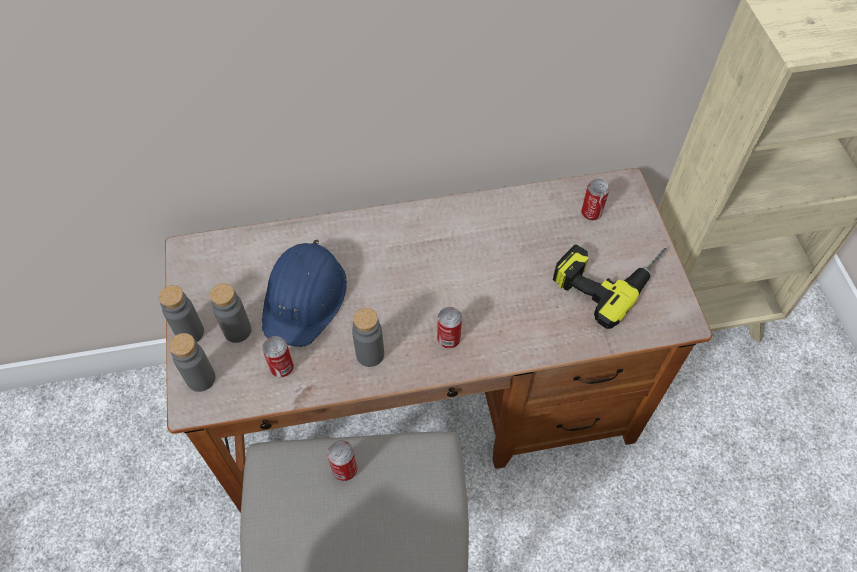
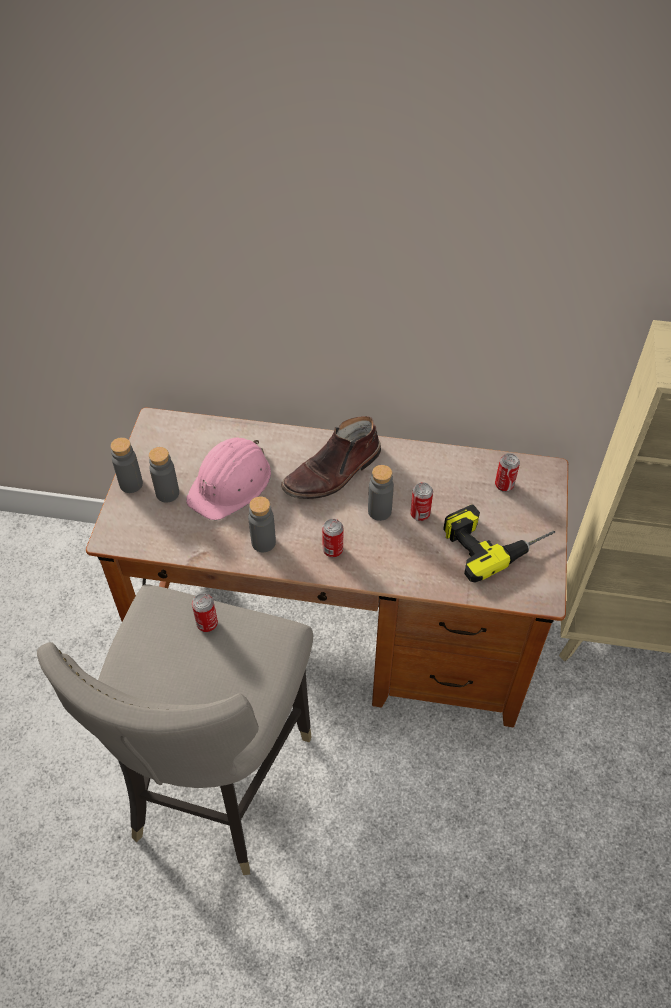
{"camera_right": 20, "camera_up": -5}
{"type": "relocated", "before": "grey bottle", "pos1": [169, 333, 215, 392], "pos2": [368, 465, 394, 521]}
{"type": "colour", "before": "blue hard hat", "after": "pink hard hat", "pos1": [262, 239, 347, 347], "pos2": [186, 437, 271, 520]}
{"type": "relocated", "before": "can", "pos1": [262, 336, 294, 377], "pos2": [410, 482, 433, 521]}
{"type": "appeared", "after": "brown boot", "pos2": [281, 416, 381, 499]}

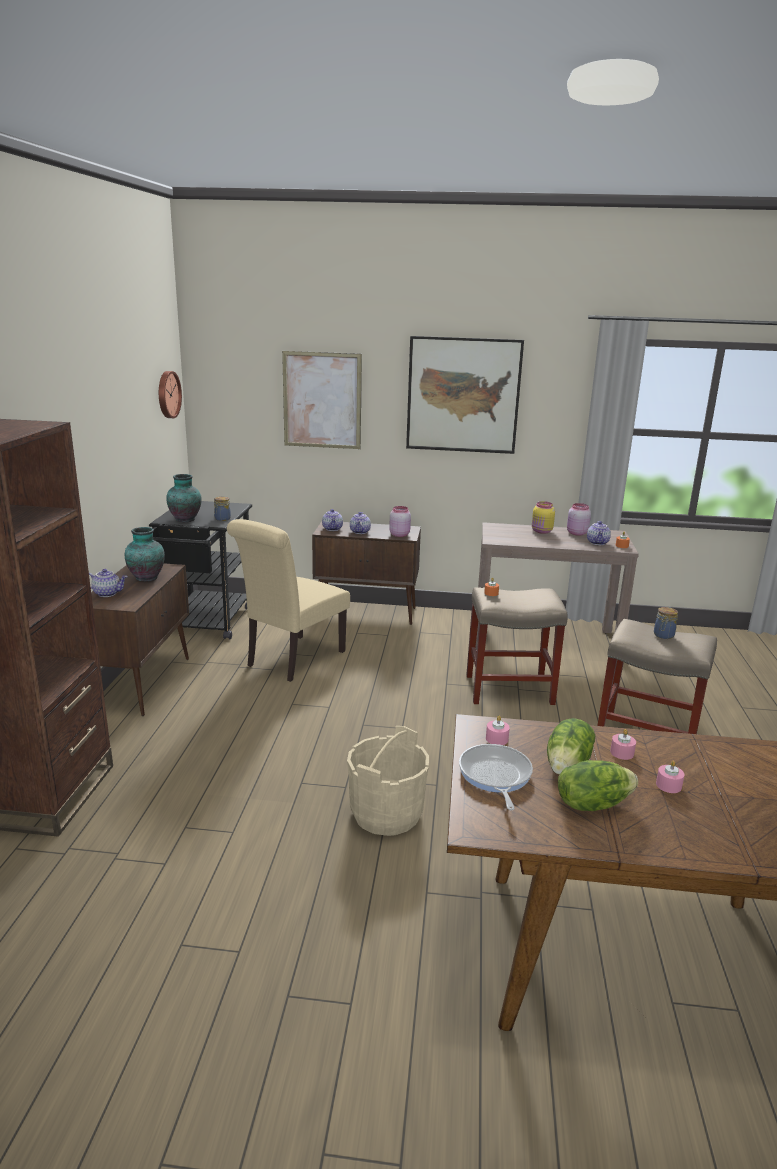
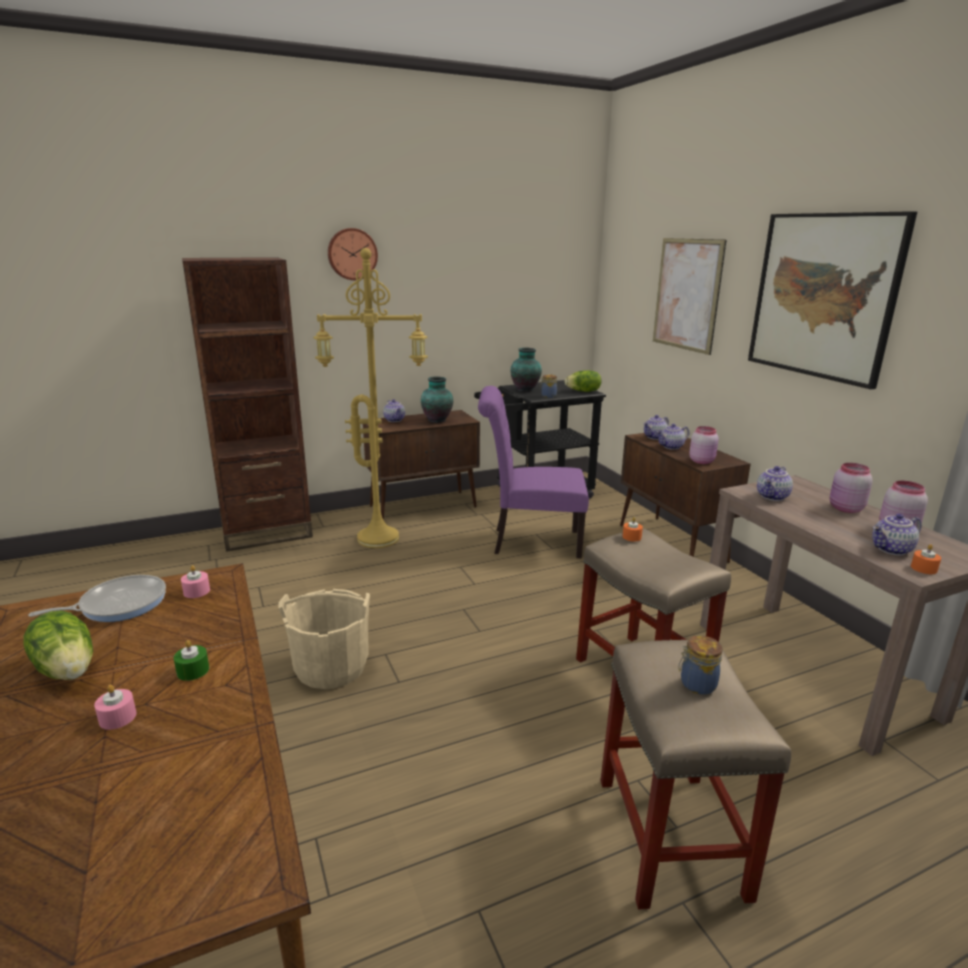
{"camera_right": 60, "camera_up": 0}
{"type": "relocated", "before": "wall clock", "pos1": [159, 371, 182, 418], "pos2": [328, 228, 378, 280]}
{"type": "colour", "before": "beige chair", "after": "purple chair", "pos1": [227, 519, 350, 682], "pos2": [478, 386, 589, 558]}
{"type": "colour", "before": "yellow jar", "after": "pink jar", "pos1": [532, 501, 555, 534], "pos2": [830, 463, 873, 513]}
{"type": "relocated", "before": "lettuce", "pos1": [547, 718, 595, 775], "pos2": [565, 370, 601, 392]}
{"type": "colour", "before": "pink candle", "after": "green candle", "pos1": [610, 729, 636, 760], "pos2": [174, 640, 209, 681]}
{"type": "appeared", "after": "yellow floor lamp", "pos2": [313, 248, 428, 548]}
{"type": "appeared", "after": "teapot", "pos2": [757, 466, 793, 501]}

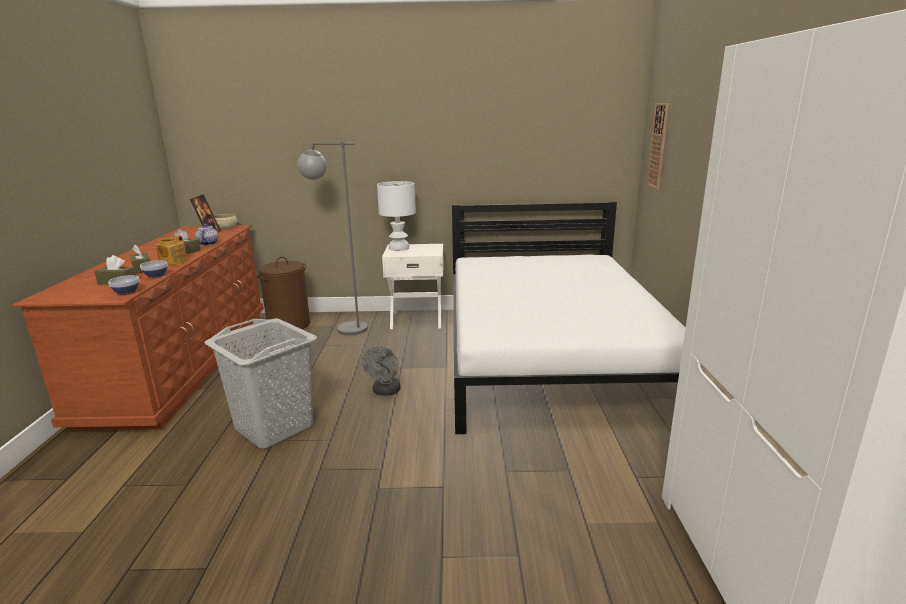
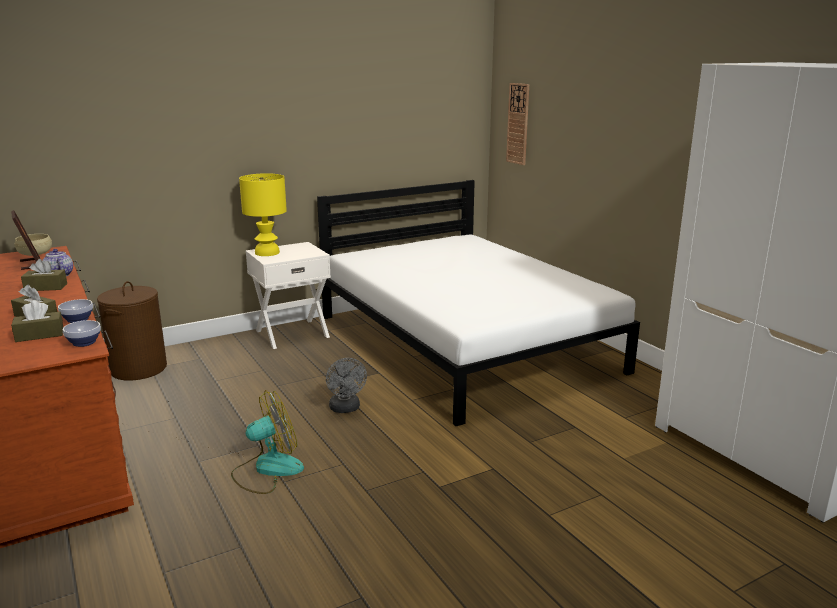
{"camera_right": -30, "camera_up": 0}
{"type": "missing", "before": "teapot", "pos1": [156, 236, 187, 265]}
{"type": "exchanged", "before": "grey laundry basket", "after": "fan", "pos1": [205, 318, 317, 449], "pos2": [231, 390, 304, 494]}
{"type": "missing", "before": "grey floor lamp", "pos1": [298, 141, 368, 335]}
{"type": "colour", "before": "white table lamp", "after": "yellow table lamp", "pos1": [377, 181, 416, 251], "pos2": [239, 173, 287, 256]}

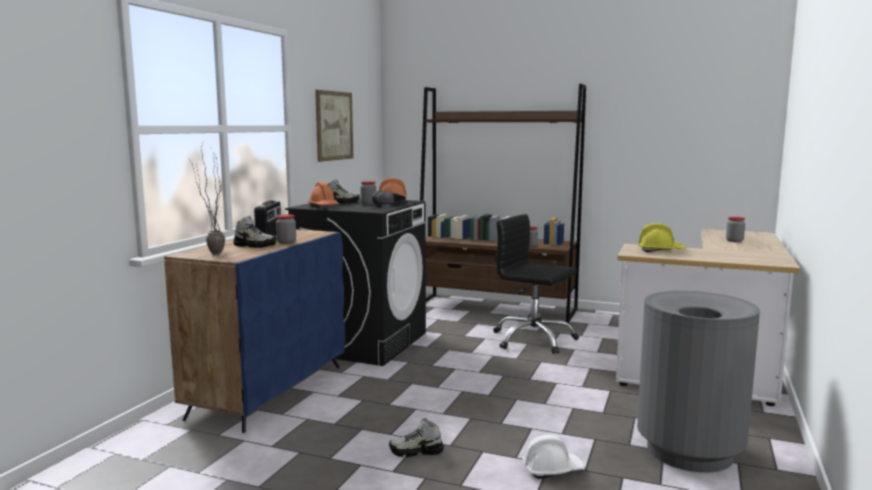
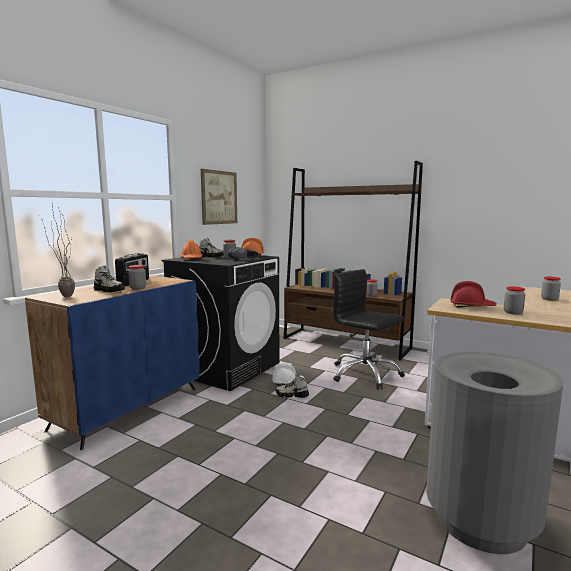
{"camera_right": 10, "camera_up": 0}
{"type": "relocated", "before": "shoe", "pos1": [389, 418, 444, 457], "pos2": [275, 375, 309, 398]}
{"type": "relocated", "before": "white hard hat", "pos1": [523, 435, 585, 479], "pos2": [272, 363, 305, 386]}
{"type": "colour", "before": "yellow hard hat", "after": "red hard hat", "pos1": [638, 223, 686, 252], "pos2": [450, 281, 497, 308]}
{"type": "appeared", "after": "jar", "pos2": [504, 286, 525, 315]}

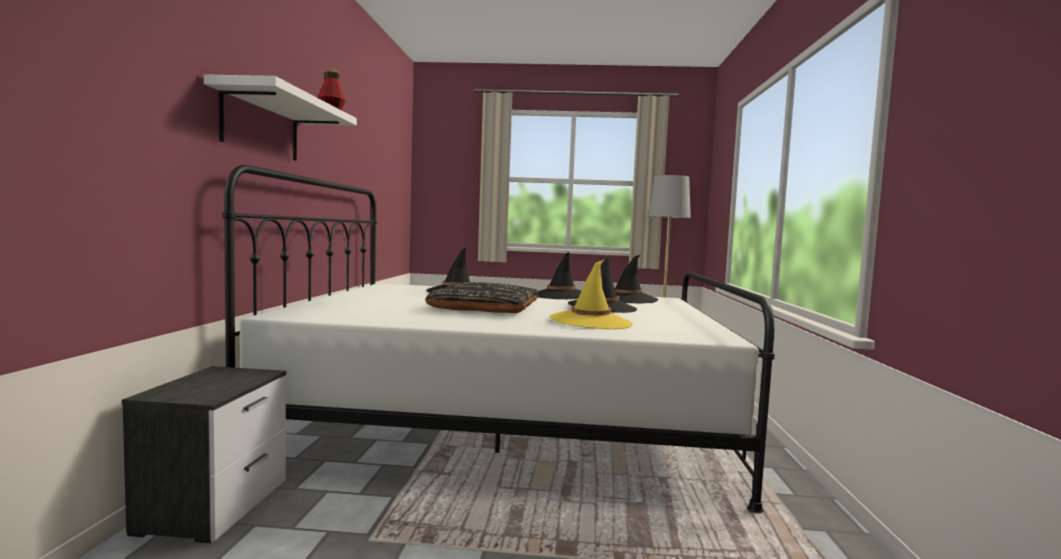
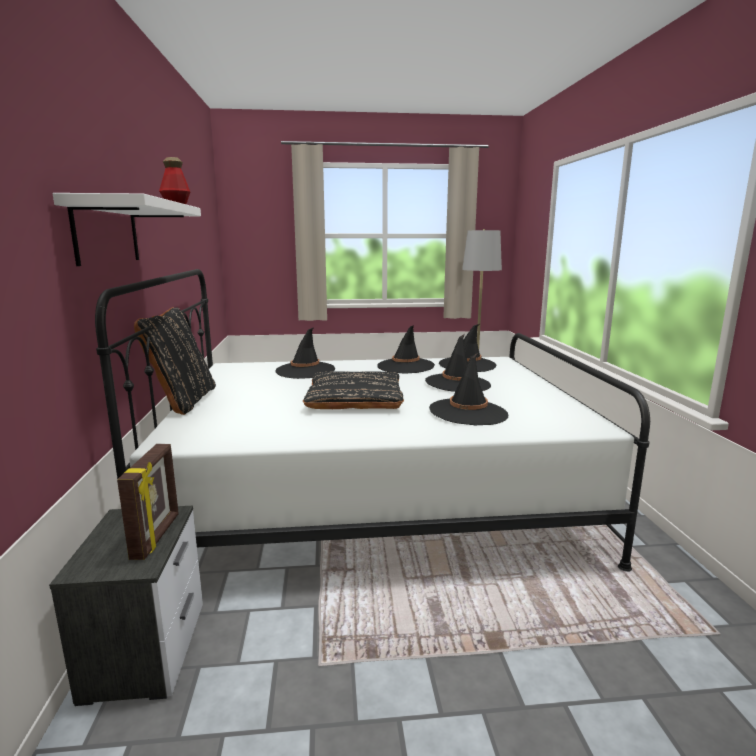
{"camera_right": -10, "camera_up": 10}
{"type": "colour", "before": "yellow hat", "after": "black hat", "pos1": [550, 260, 633, 329], "pos2": [429, 353, 508, 425]}
{"type": "appeared", "after": "picture frame", "pos2": [117, 444, 179, 560]}
{"type": "appeared", "after": "black pillow", "pos2": [134, 307, 216, 415]}

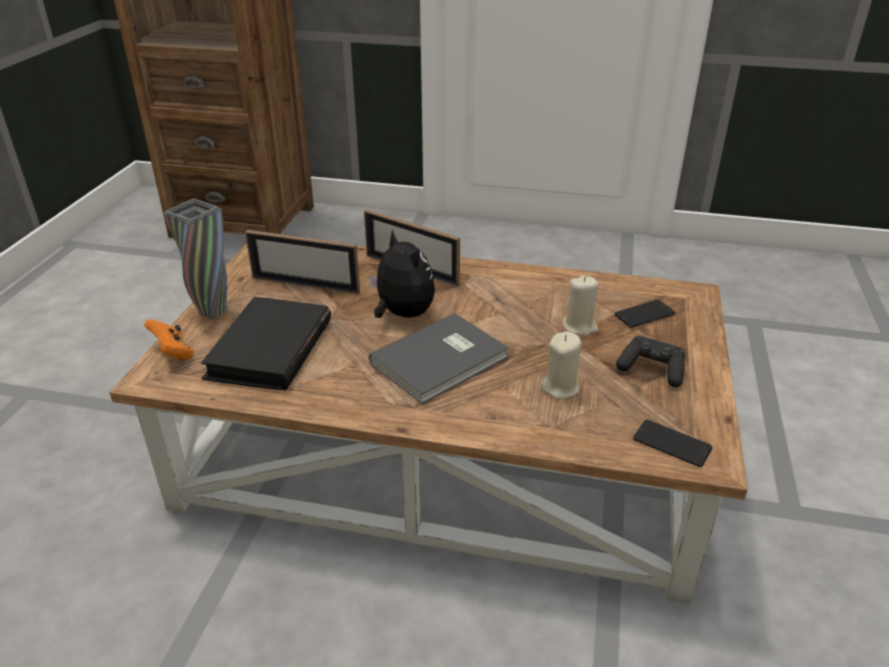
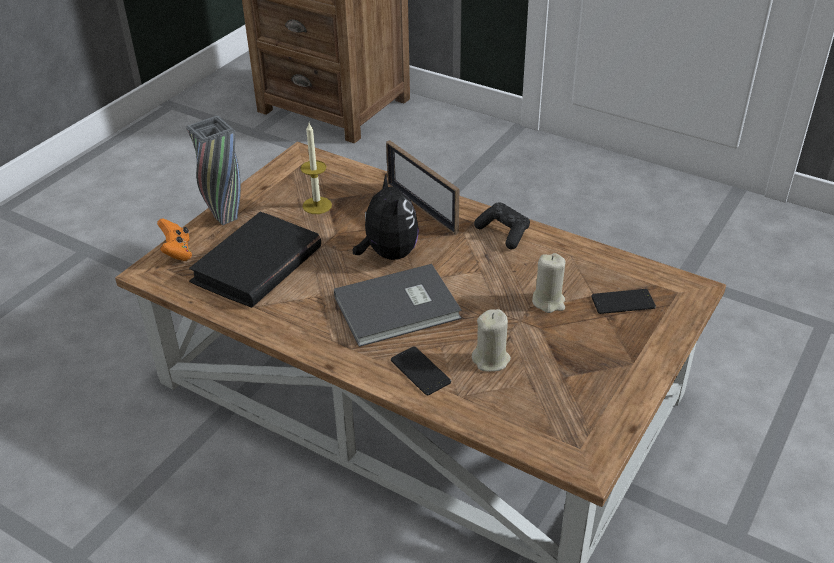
{"camera_right": 20, "camera_up": 5}
{"type": "exchanged", "before": "picture frame", "after": "candle", "pos1": [245, 230, 360, 295], "pos2": [301, 123, 332, 214]}
{"type": "relocated", "before": "black game controller", "pos1": [616, 336, 685, 387], "pos2": [474, 202, 530, 249]}
{"type": "relocated", "before": "phone", "pos1": [633, 420, 713, 467], "pos2": [391, 346, 451, 395]}

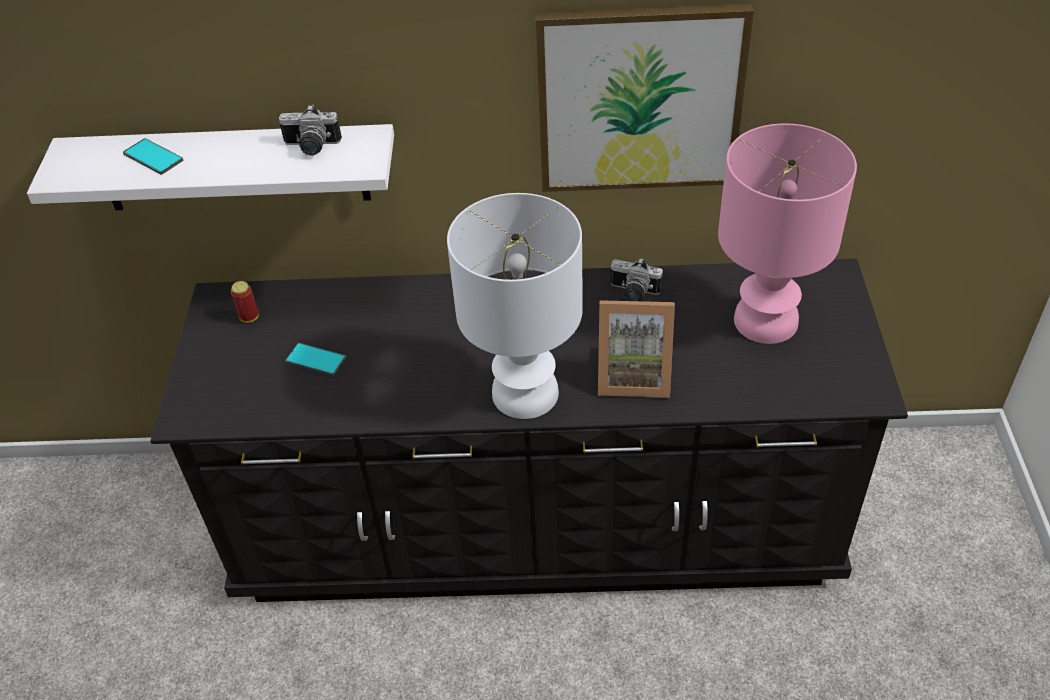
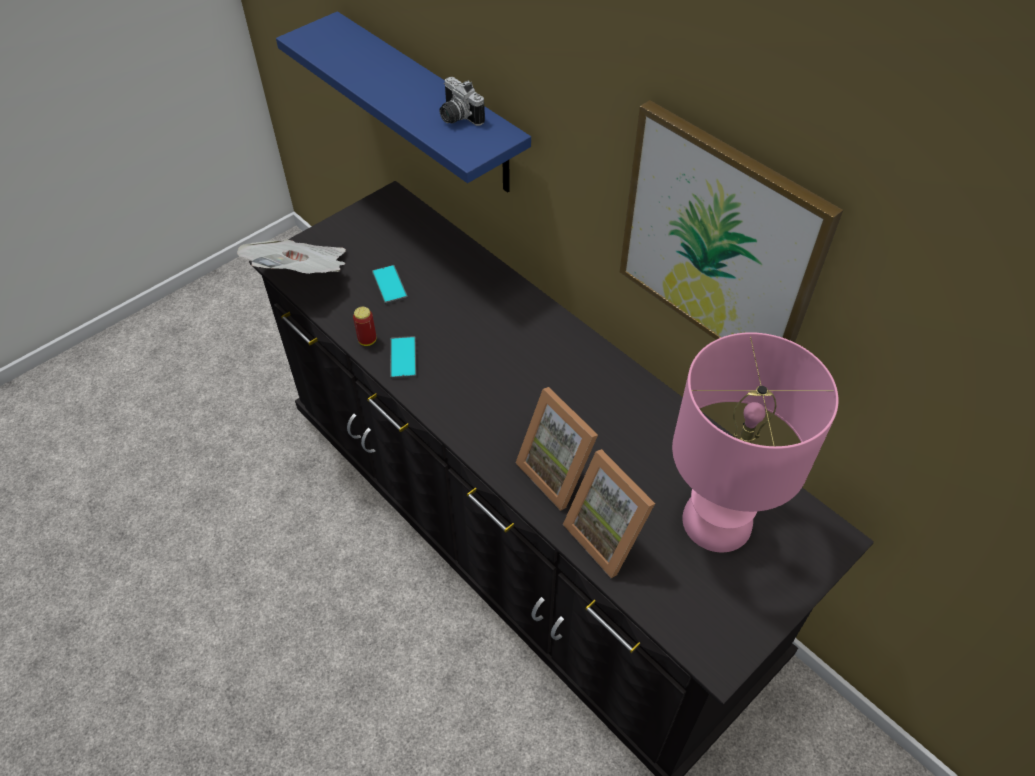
{"camera_right": 45, "camera_up": 5}
{"type": "colour", "before": "white shelf", "after": "blue shelf", "pos1": [27, 124, 394, 210], "pos2": [276, 11, 531, 193]}
{"type": "relocated", "before": "phone", "pos1": [123, 138, 183, 175], "pos2": [390, 336, 416, 379]}
{"type": "relocated", "before": "can", "pos1": [231, 281, 259, 323], "pos2": [353, 307, 376, 346]}
{"type": "missing", "before": "white table lamp", "pos1": [447, 193, 583, 419]}
{"type": "missing", "before": "photo camera", "pos1": [610, 258, 663, 301]}
{"type": "appeared", "after": "newspaper", "pos2": [237, 239, 346, 274]}
{"type": "appeared", "after": "picture frame", "pos2": [563, 449, 655, 578]}

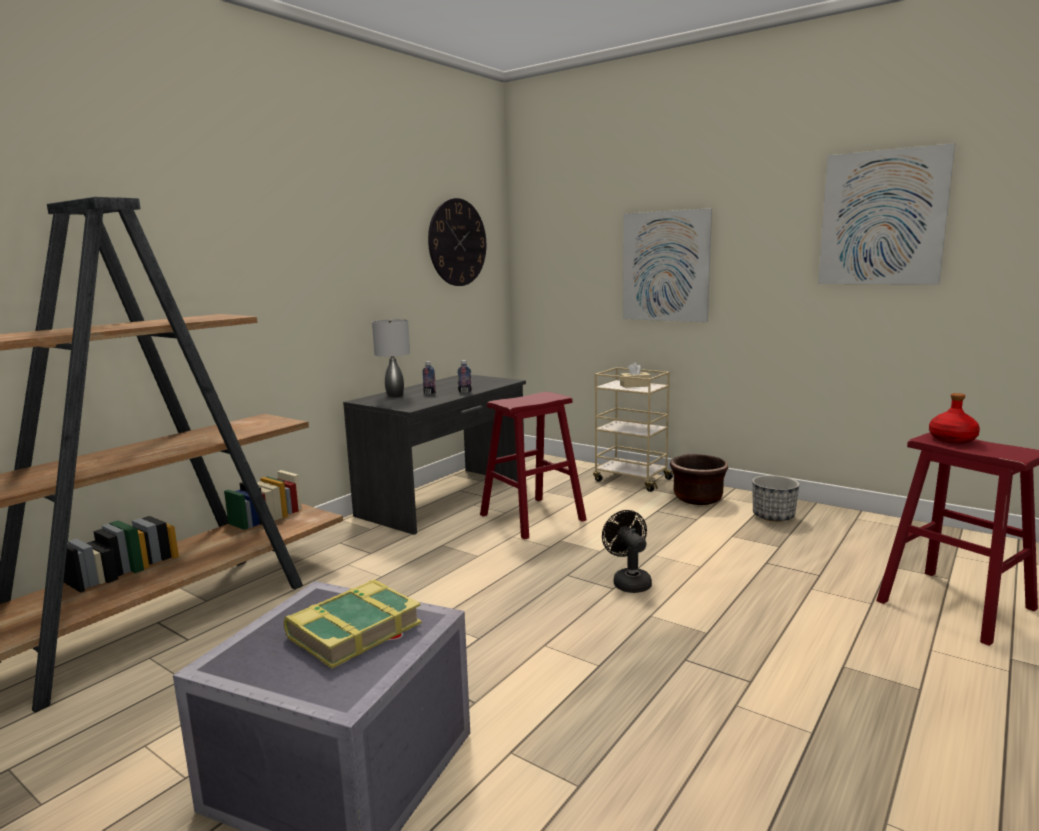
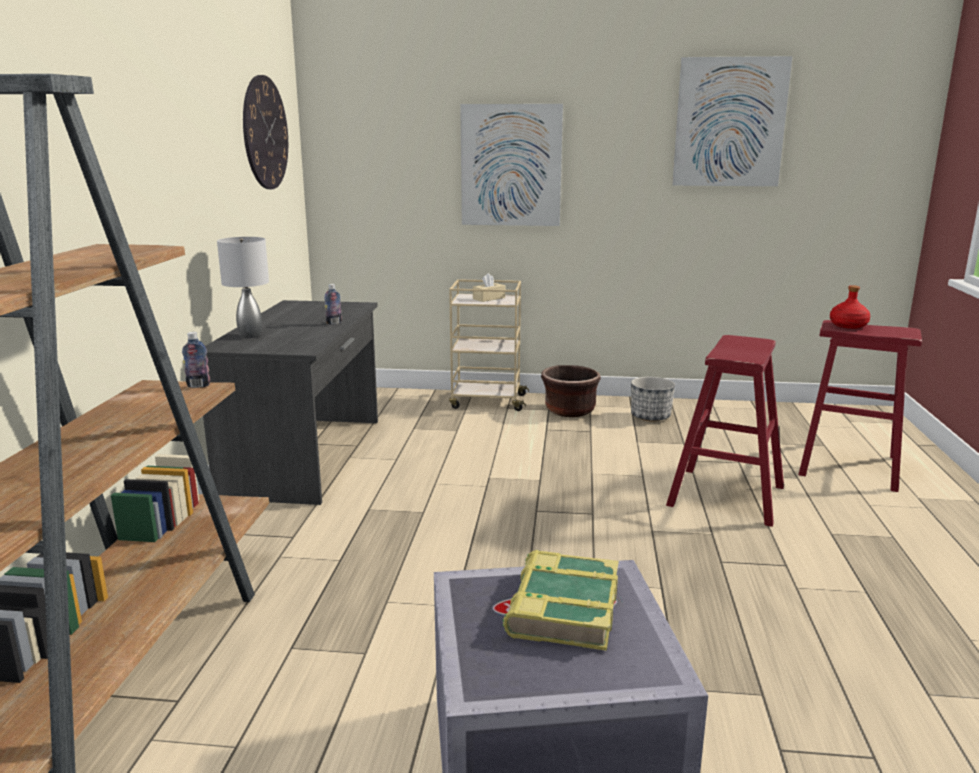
{"camera_right": -30, "camera_up": 5}
{"type": "relocated", "before": "bottle", "pos1": [422, 361, 436, 394], "pos2": [182, 332, 210, 388]}
{"type": "relocated", "before": "red stool", "pos1": [480, 392, 587, 539], "pos2": [666, 335, 784, 527]}
{"type": "missing", "before": "black fan", "pos1": [602, 510, 652, 593]}

